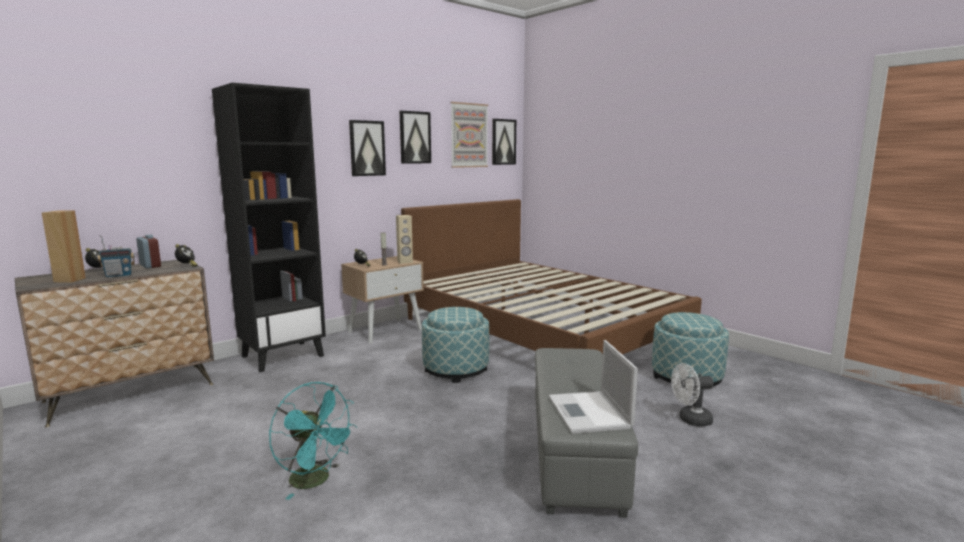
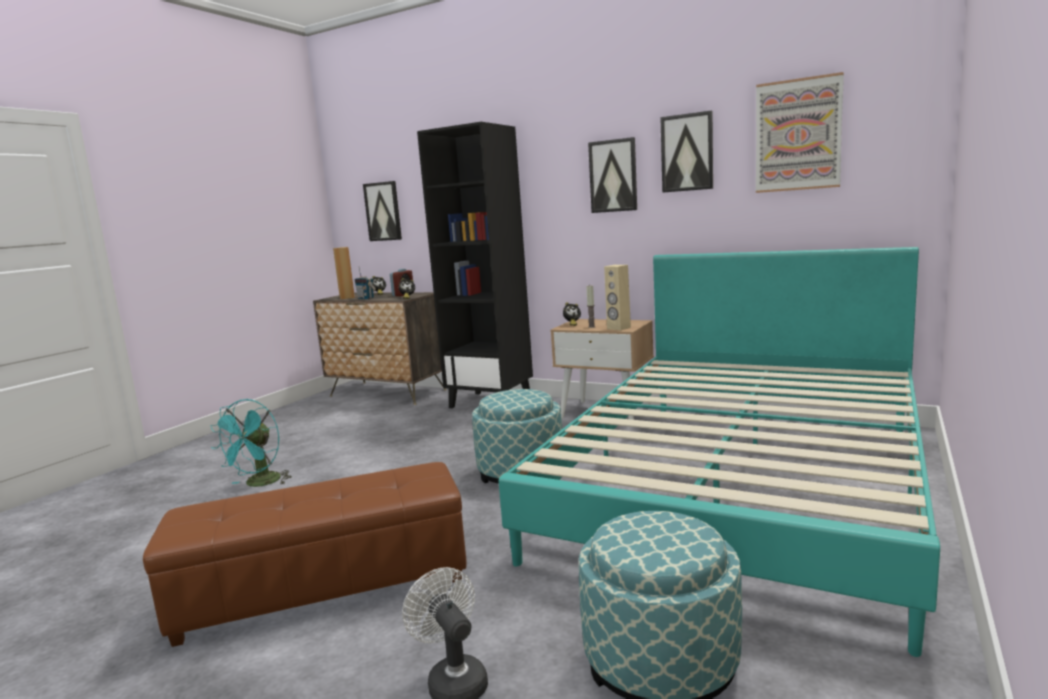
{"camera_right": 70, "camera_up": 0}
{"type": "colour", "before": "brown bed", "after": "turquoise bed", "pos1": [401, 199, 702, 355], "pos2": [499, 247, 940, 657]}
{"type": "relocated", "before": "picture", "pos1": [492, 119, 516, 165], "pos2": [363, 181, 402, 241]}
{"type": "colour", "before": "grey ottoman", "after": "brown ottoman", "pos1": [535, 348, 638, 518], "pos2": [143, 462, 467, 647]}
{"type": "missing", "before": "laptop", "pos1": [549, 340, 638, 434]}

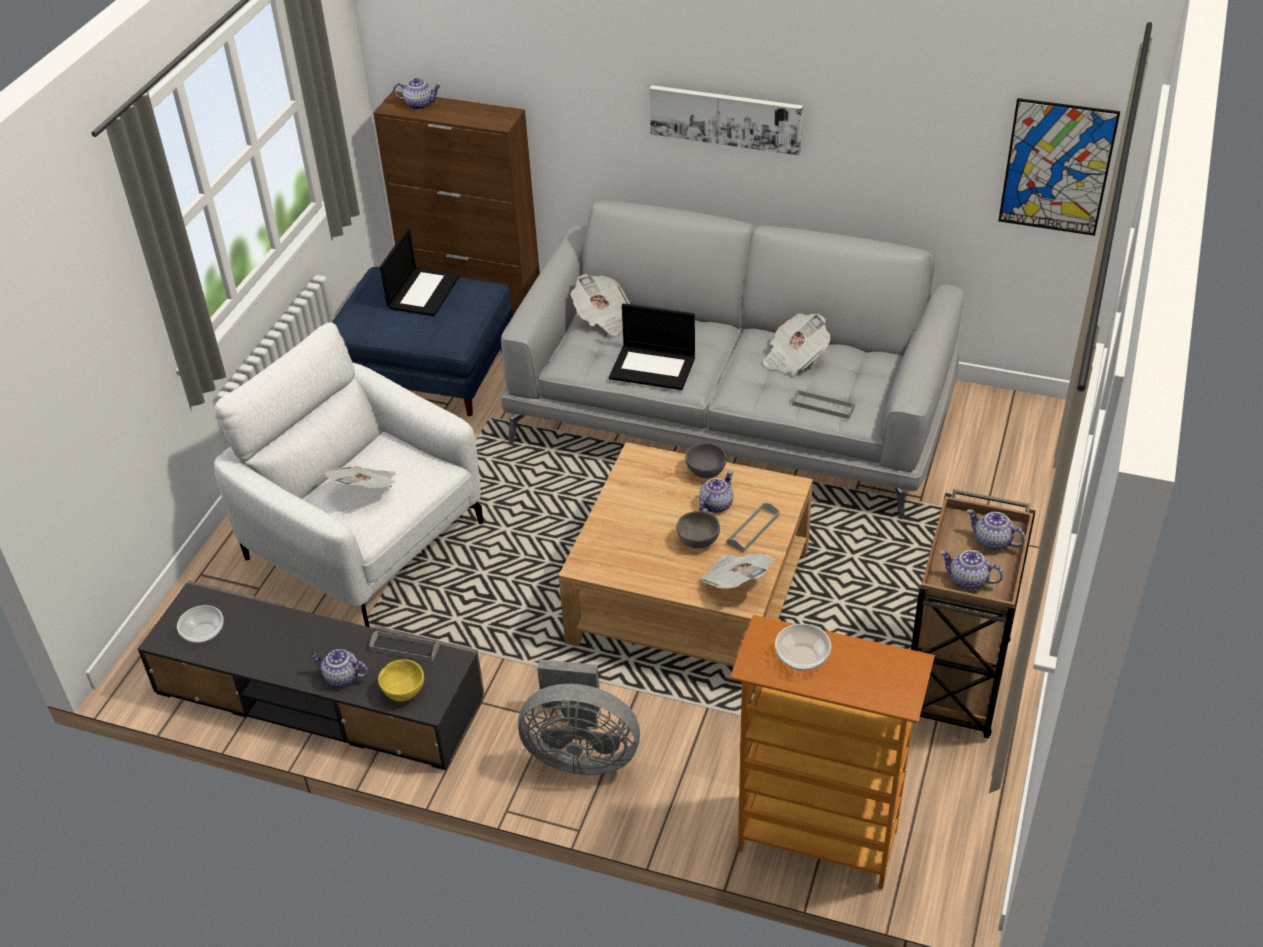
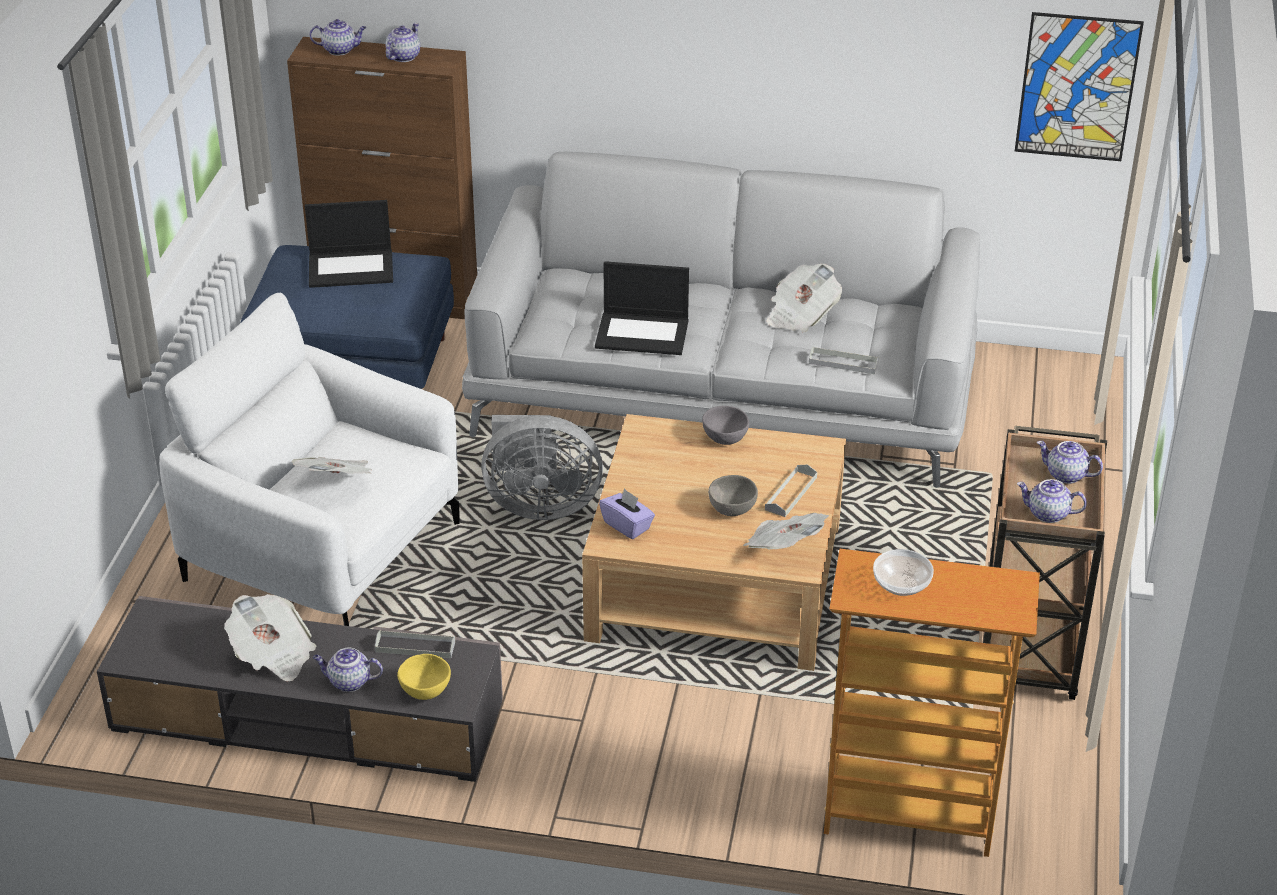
{"camera_right": -10, "camera_up": -5}
{"type": "missing", "before": "bowl", "pos1": [177, 605, 224, 643]}
{"type": "spun", "before": "laptop", "pos1": [380, 228, 460, 316], "pos2": [305, 200, 393, 288], "turn": 75}
{"type": "relocated", "before": "grey fan", "pos1": [518, 659, 640, 775], "pos2": [481, 415, 603, 520]}
{"type": "relocated", "before": "newspaper", "pos1": [571, 274, 630, 336], "pos2": [224, 594, 316, 681]}
{"type": "missing", "before": "picture", "pos1": [649, 85, 803, 156]}
{"type": "relocated", "before": "teapot", "pos1": [699, 471, 733, 513], "pos2": [386, 23, 420, 62]}
{"type": "appeared", "after": "purple tissue box", "pos2": [599, 488, 655, 539]}

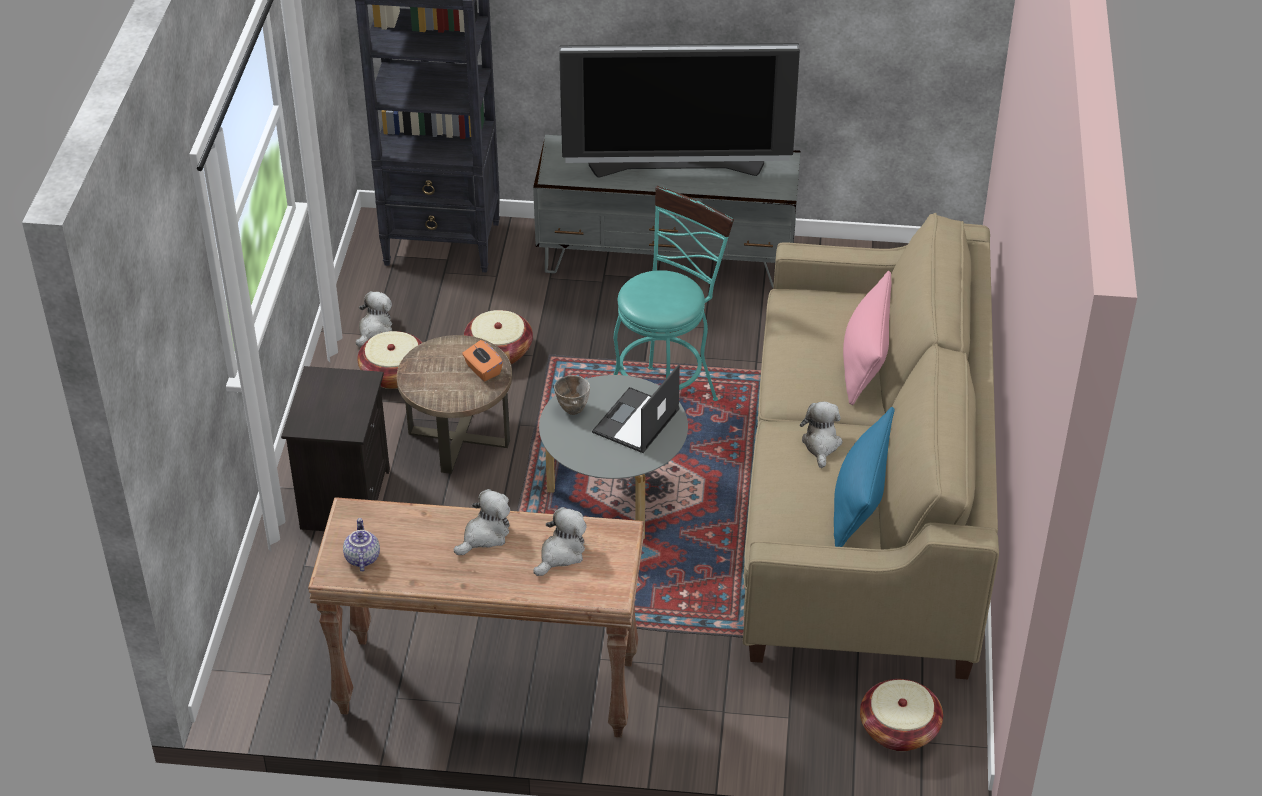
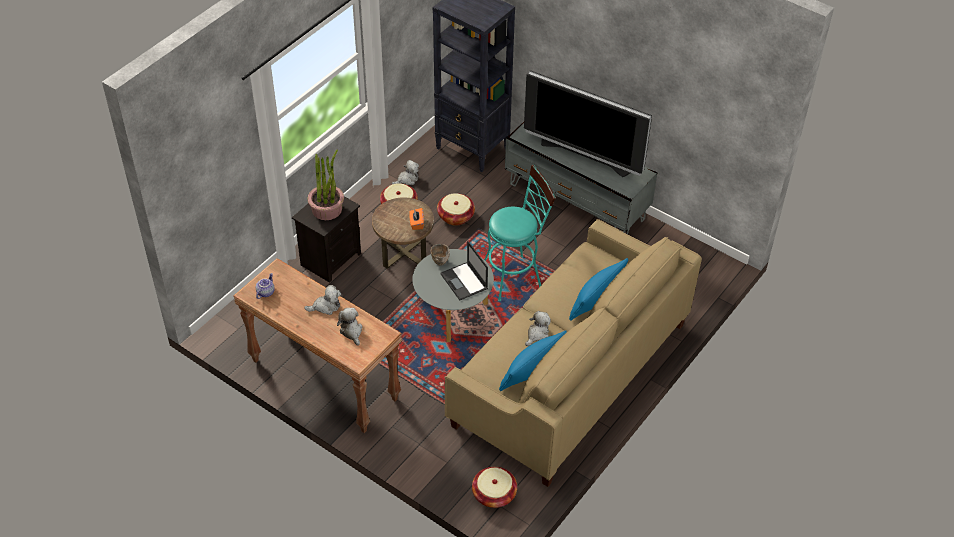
{"camera_right": 30, "camera_up": 5}
{"type": "spun", "before": "plush toy", "pos1": [533, 507, 587, 576], "pos2": [337, 308, 363, 346], "turn": -90}
{"type": "spun", "before": "laptop", "pos1": [592, 364, 680, 453], "pos2": [440, 241, 488, 300], "turn": -90}
{"type": "colour", "before": "pink pillow", "after": "blue pillow", "pos1": [843, 271, 892, 405], "pos2": [569, 258, 628, 321]}
{"type": "appeared", "after": "potted plant", "pos2": [308, 149, 344, 220]}

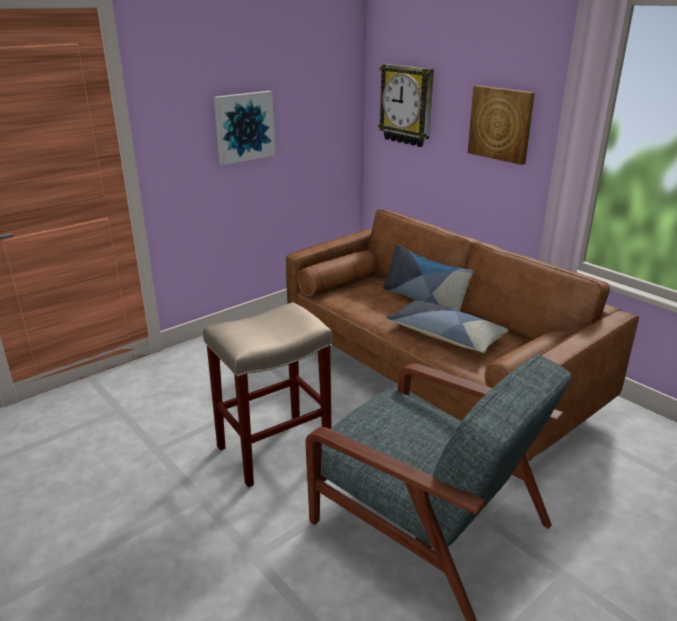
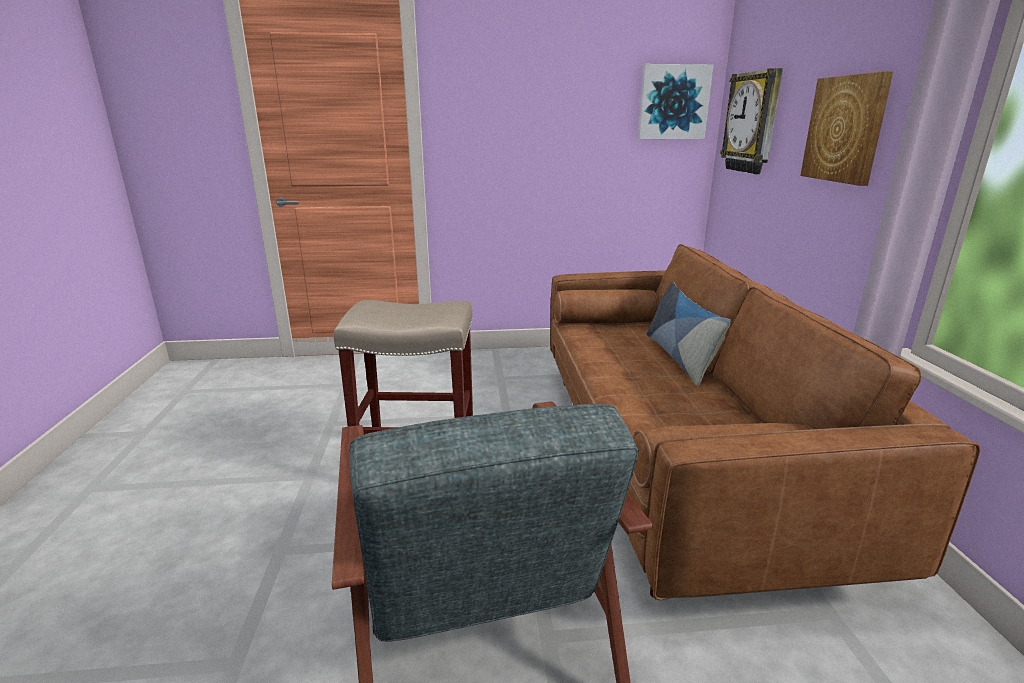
{"camera_right": 35, "camera_up": -5}
{"type": "relocated", "before": "picture", "pos1": [214, 91, 275, 165], "pos2": [638, 64, 714, 139]}
{"type": "missing", "before": "pillow", "pos1": [386, 300, 509, 353]}

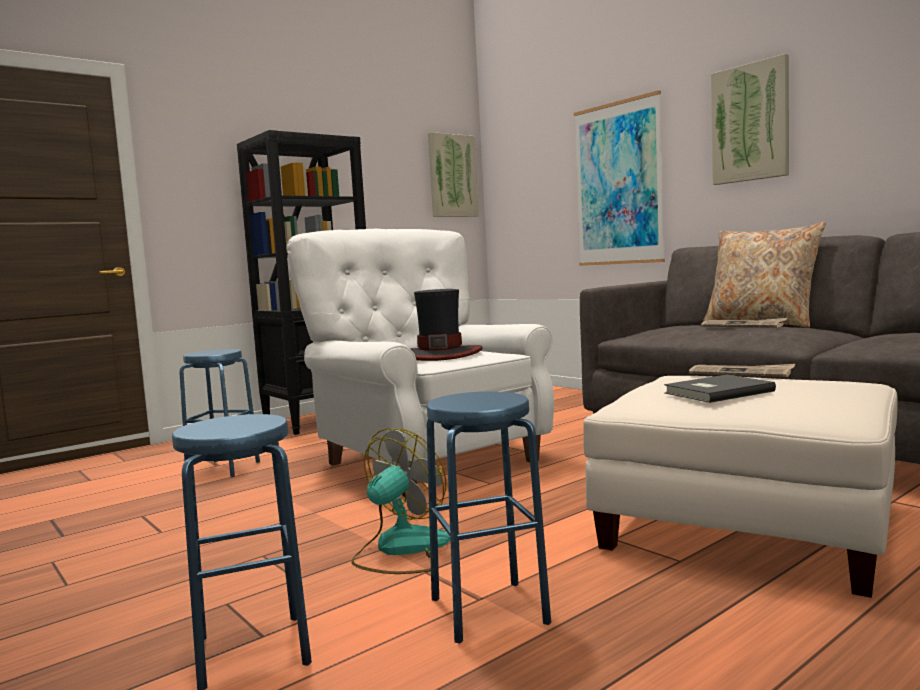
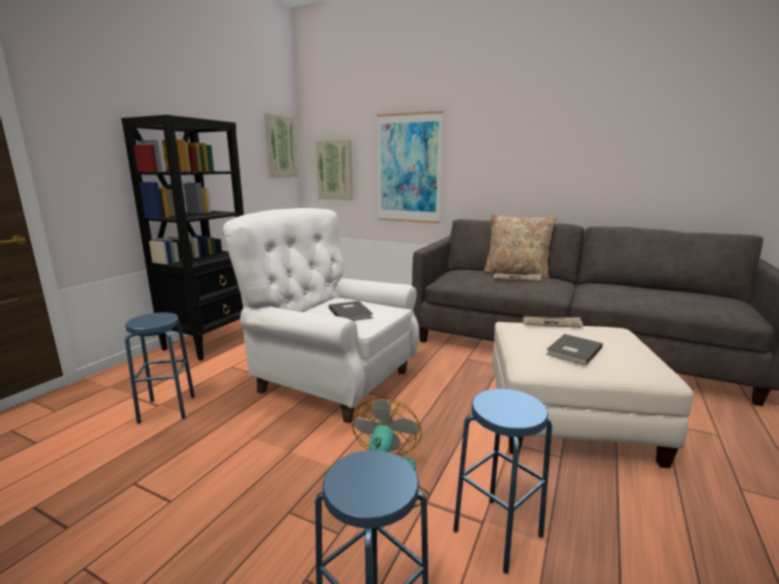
{"camera_right": -25, "camera_up": 10}
{"type": "exchanged", "before": "hat", "after": "grey book", "pos1": [410, 289, 483, 361], "pos2": [329, 301, 373, 321]}
{"type": "relocated", "before": "picture", "pos1": [711, 54, 789, 185], "pos2": [316, 139, 353, 200]}

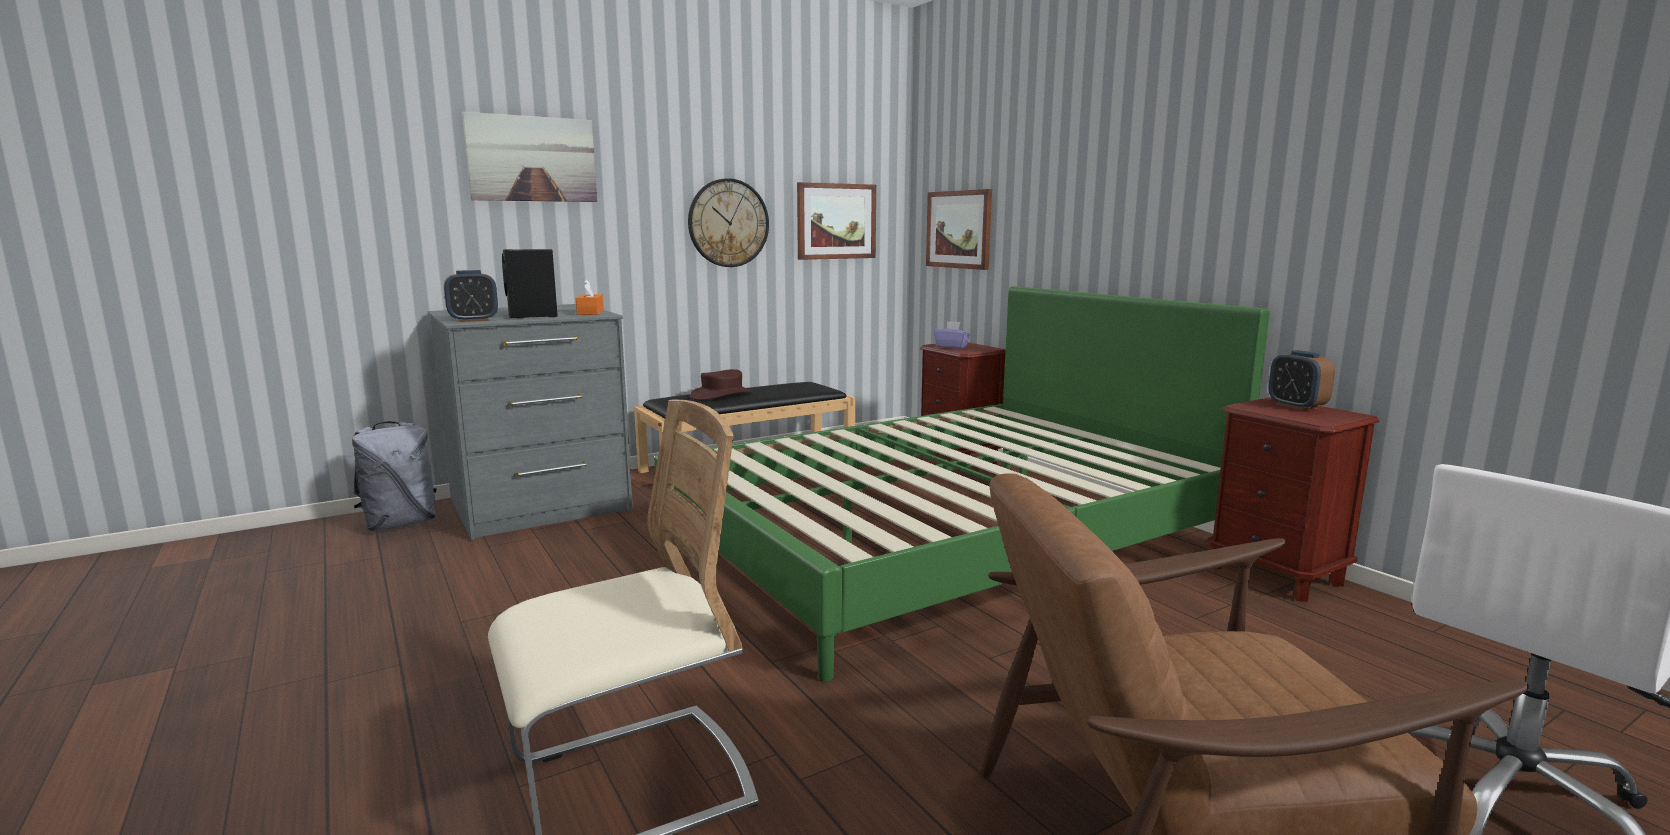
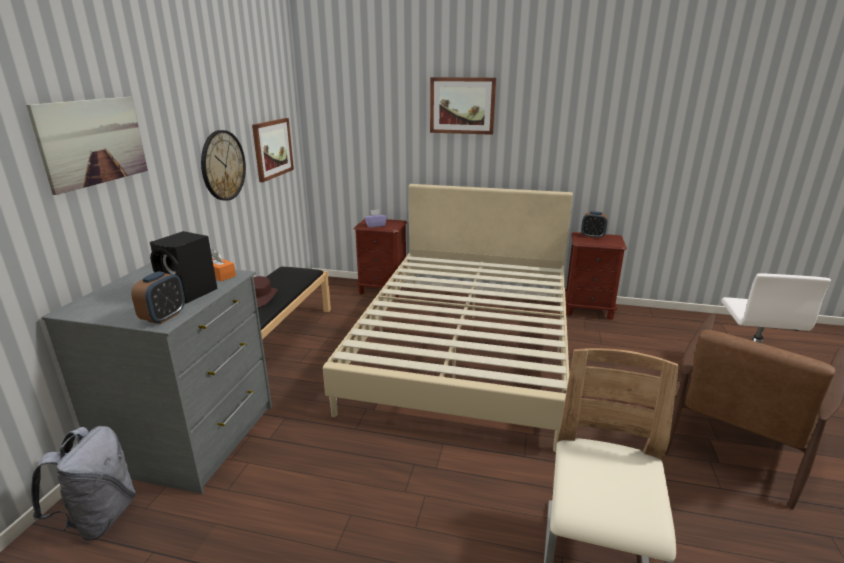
{"camera_right": -45, "camera_up": 10}
{"type": "colour", "before": "green bed", "after": "beige bed", "pos1": [654, 286, 1270, 682], "pos2": [323, 184, 573, 453]}
{"type": "relocated", "before": "picture", "pos1": [926, 189, 992, 270], "pos2": [430, 77, 496, 135]}

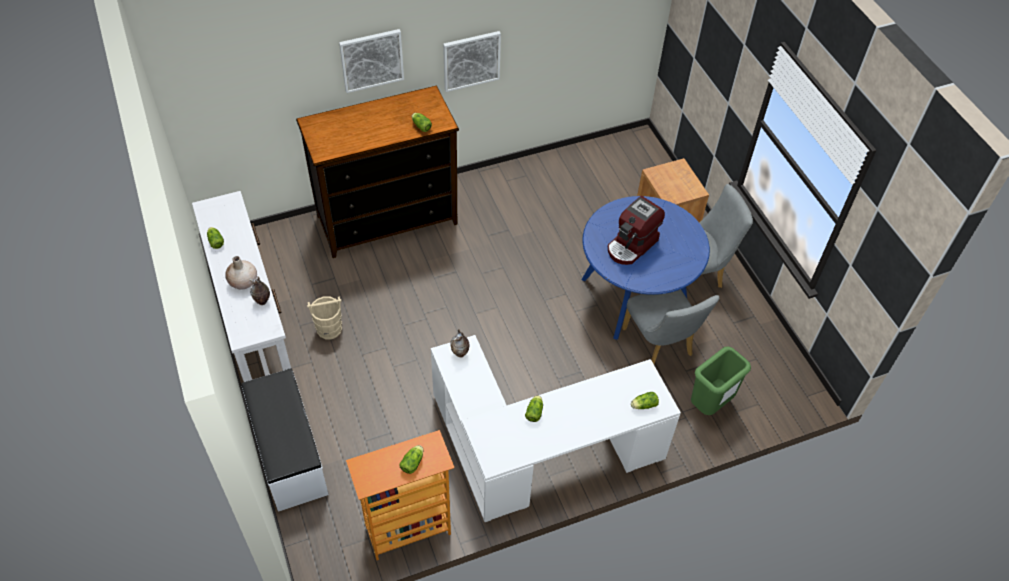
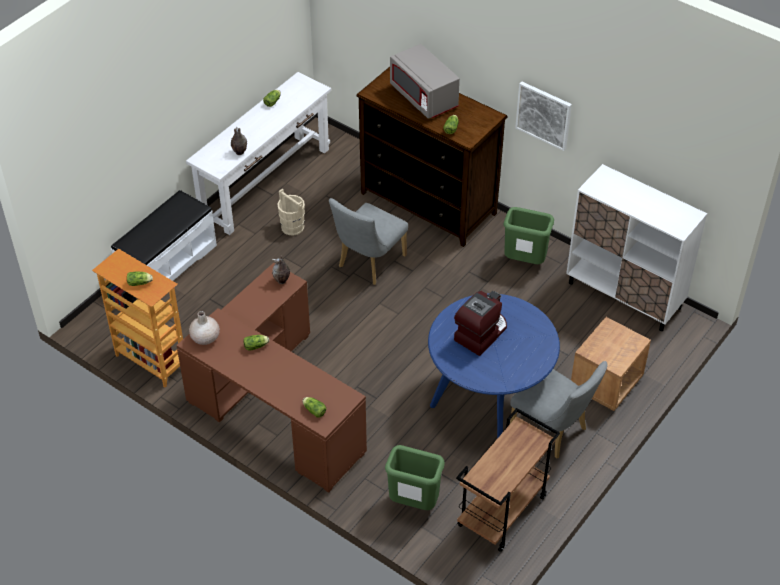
{"camera_right": 60, "camera_up": -5}
{"type": "relocated", "before": "beige vase", "pos1": [225, 256, 257, 290], "pos2": [189, 311, 220, 345]}
{"type": "missing", "before": "picture", "pos1": [339, 29, 404, 93]}
{"type": "colour", "before": "white desk", "after": "brown desk", "pos1": [431, 335, 681, 522], "pos2": [176, 263, 367, 493]}
{"type": "spun", "before": "coffee machine", "pos1": [608, 196, 665, 265], "pos2": [454, 291, 507, 356], "turn": 120}
{"type": "relocated", "before": "grey chair", "pos1": [622, 289, 719, 364], "pos2": [329, 198, 408, 285]}
{"type": "appeared", "after": "grey microwave", "pos2": [390, 44, 460, 119]}
{"type": "appeared", "after": "brown cart", "pos2": [456, 408, 560, 552]}
{"type": "appeared", "after": "green trash can", "pos2": [504, 207, 554, 264]}
{"type": "appeared", "after": "white cabinet", "pos2": [566, 164, 707, 331]}

